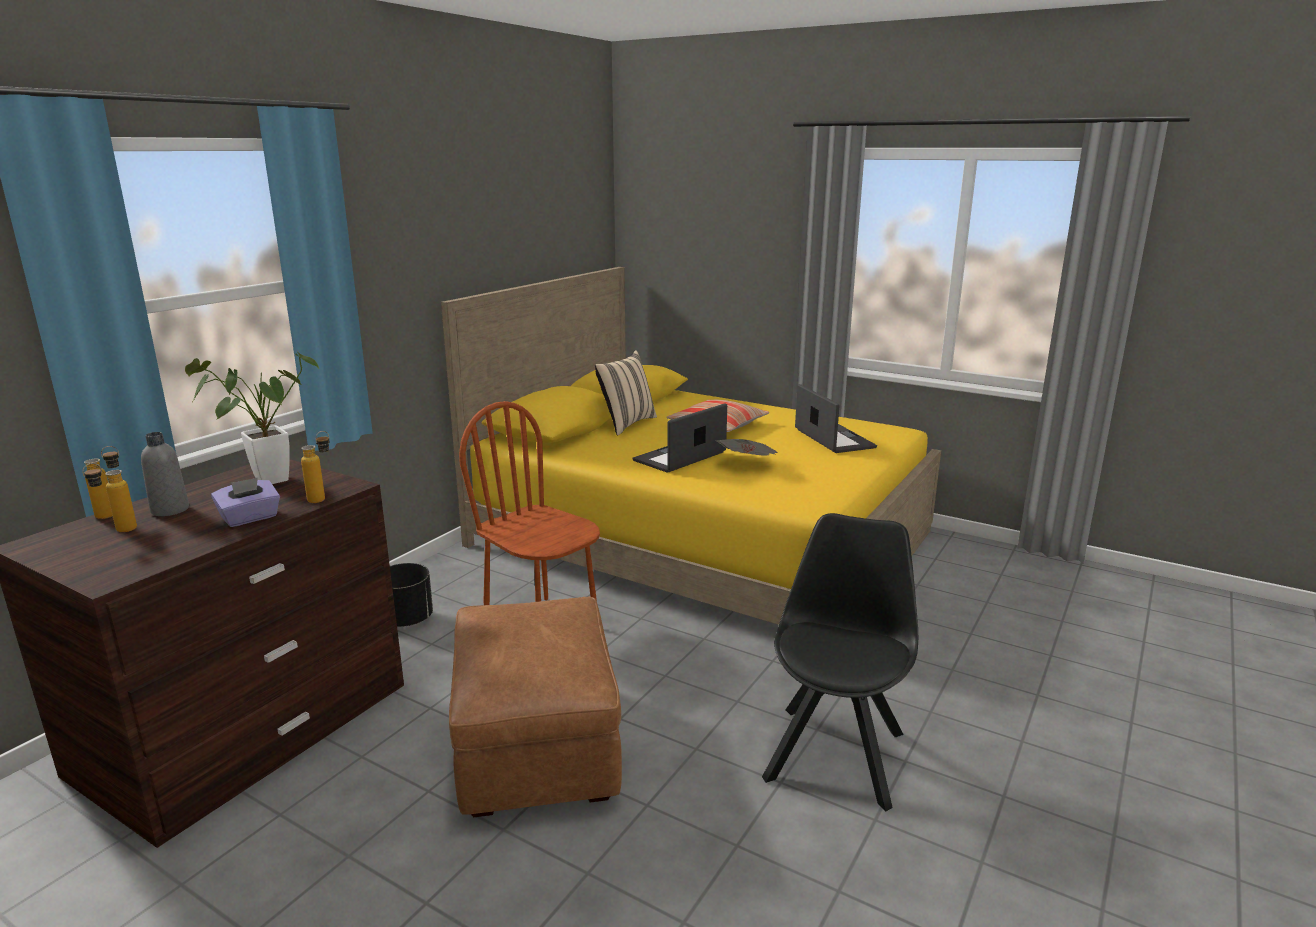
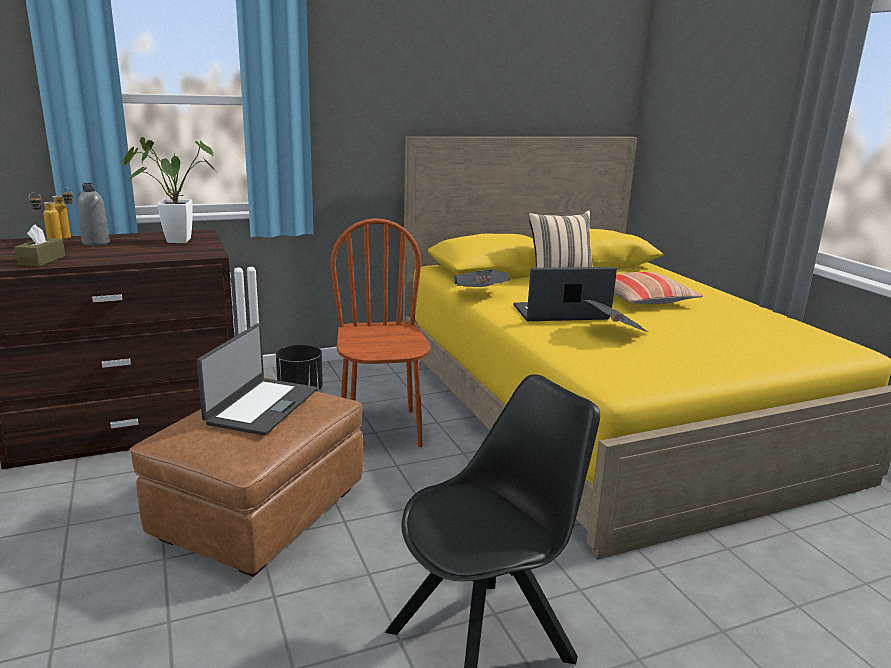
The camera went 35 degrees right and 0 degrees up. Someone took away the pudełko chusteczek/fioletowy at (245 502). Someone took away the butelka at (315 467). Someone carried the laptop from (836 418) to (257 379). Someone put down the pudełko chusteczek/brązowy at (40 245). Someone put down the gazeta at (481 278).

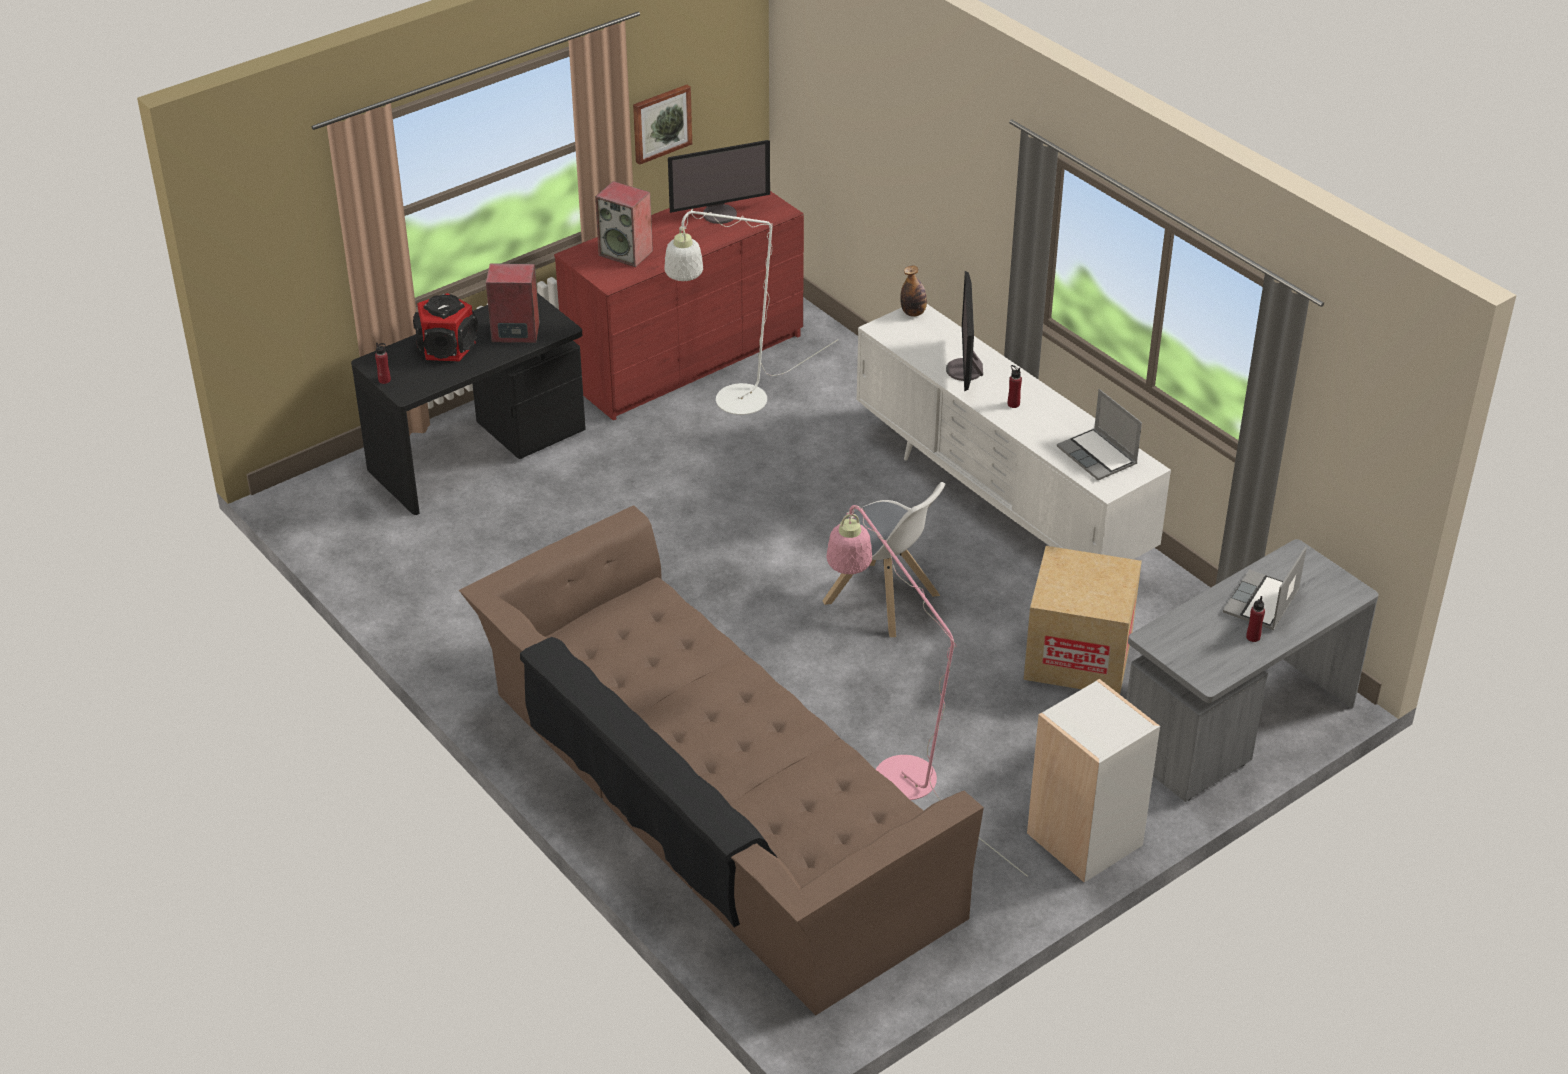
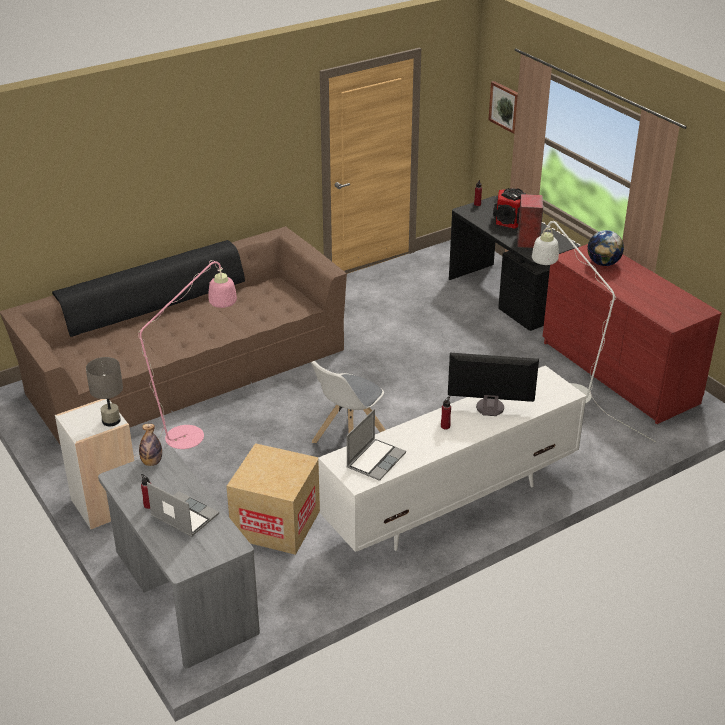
The camera went 95 degrees right and 5 degrees down. Someone swapped the głośnik at (624 224) for the globus at (605 248). Someone carried the obraz from (662 125) to (503 107). Someone took away the monitor at (719 182). Someone carried the butelka from (913 291) to (150 445). Someone rotated the laptop at (1099 434) by 150 degrees clockwise. Someone put down the lampa stołowa/szary at (104 391).

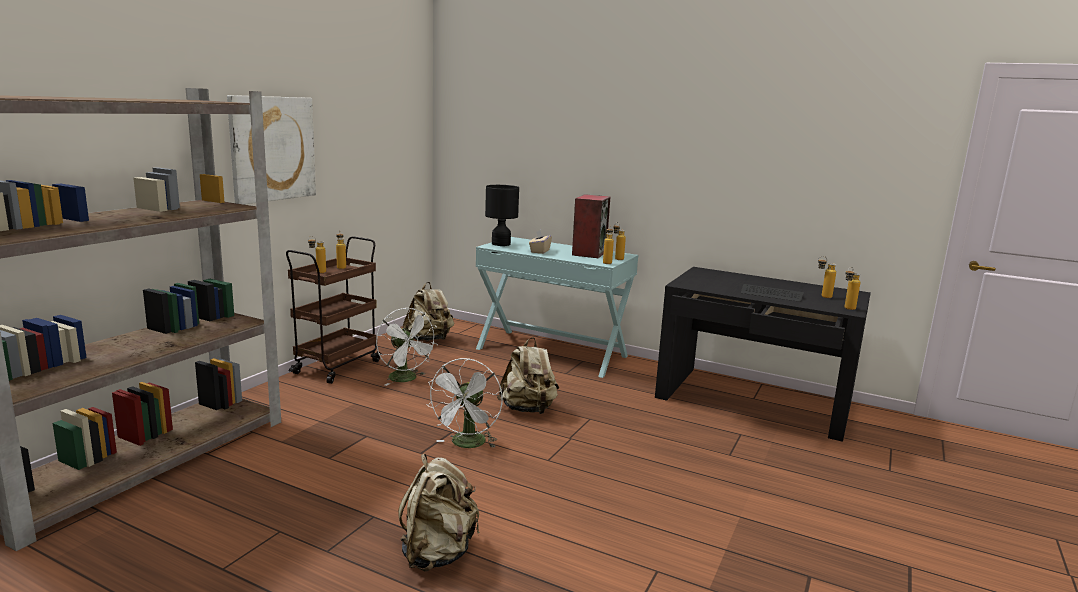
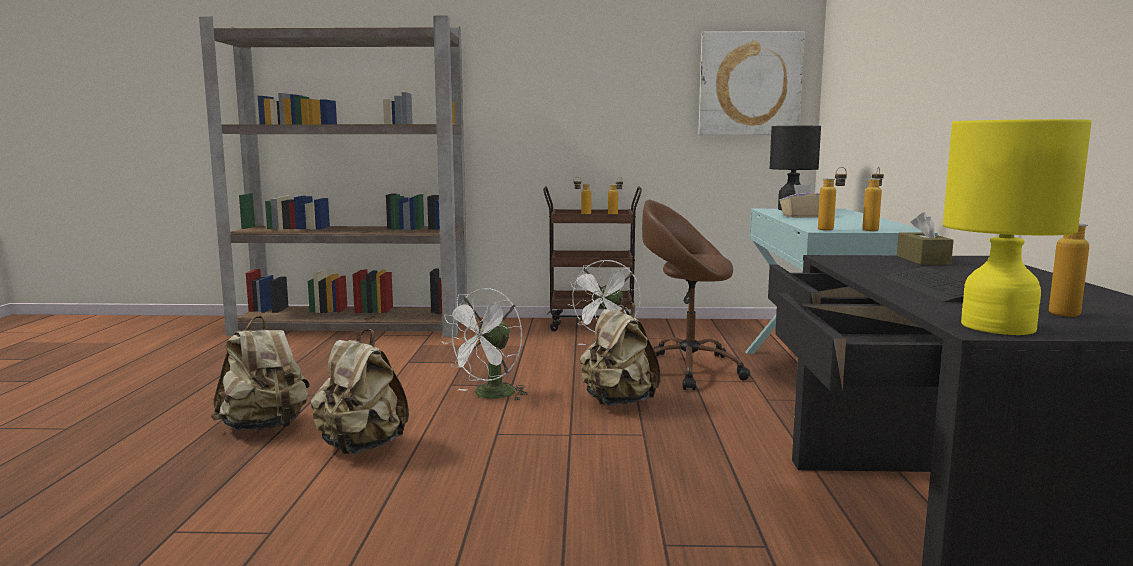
The camera went 65 degrees right and 5 degrees down. Someone carried the obraz from (271 150) to (751 83). Someone carried the plecak/beżowy from (428 311) to (360 391). Someone rotated the wentylator/biały at (464 403) by 45 degrees counterclockwise. Someone took away the głośnik at (591 226). Someone swapped the butelka at (852 288) for the lampa stołowa/żółty at (1017 227). Someone put down the krzesło biurowe/brązowy at (696 295). Someone put down the pudełko chusteczek/brązowy at (925 238).

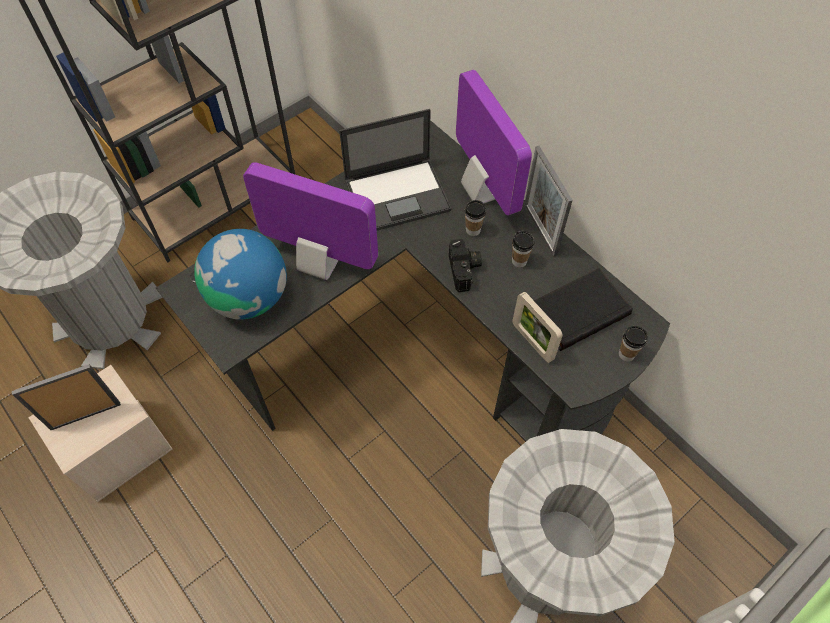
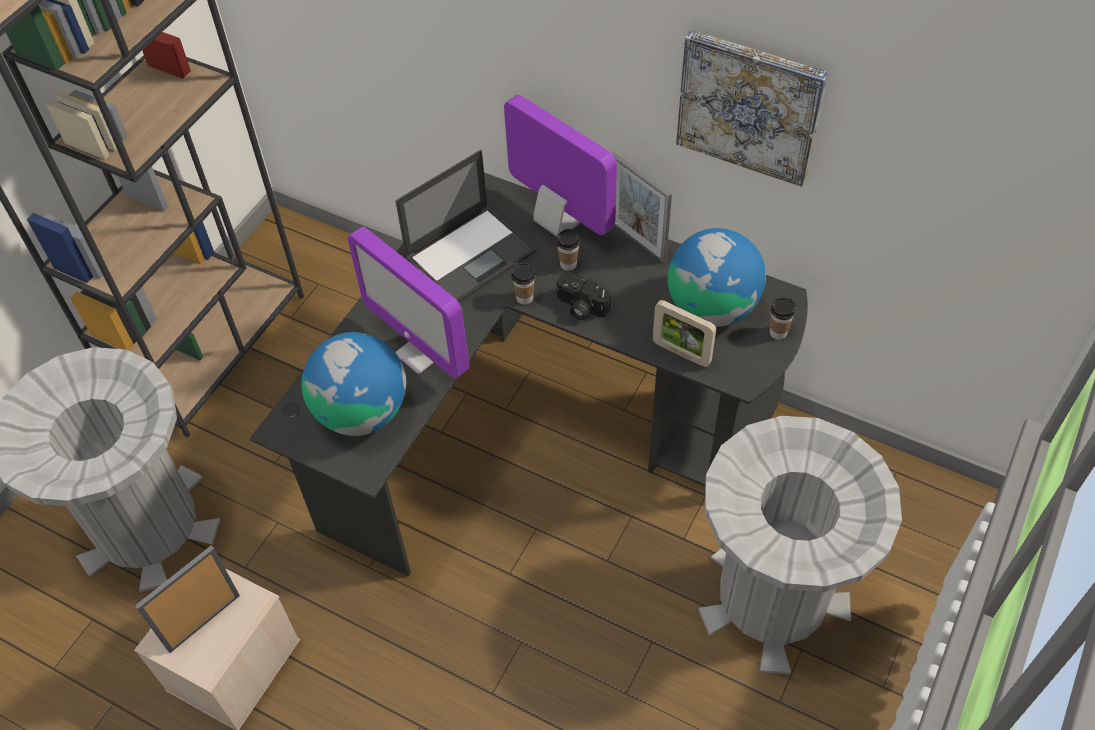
The camera went 20 degrees left and 5 degrees down. Someone rotated the monitor at (310 221) by 135 degrees counterclockwise. Someone rotated the aparat fotograficzny at (465 265) by 150 degrees clockwise. Someone carried the filiżanka from (523 249) to (523 283). Someone swapped the książka/czarny at (583 309) for the globus at (716 277). Someone put up the obraz at (752 108).

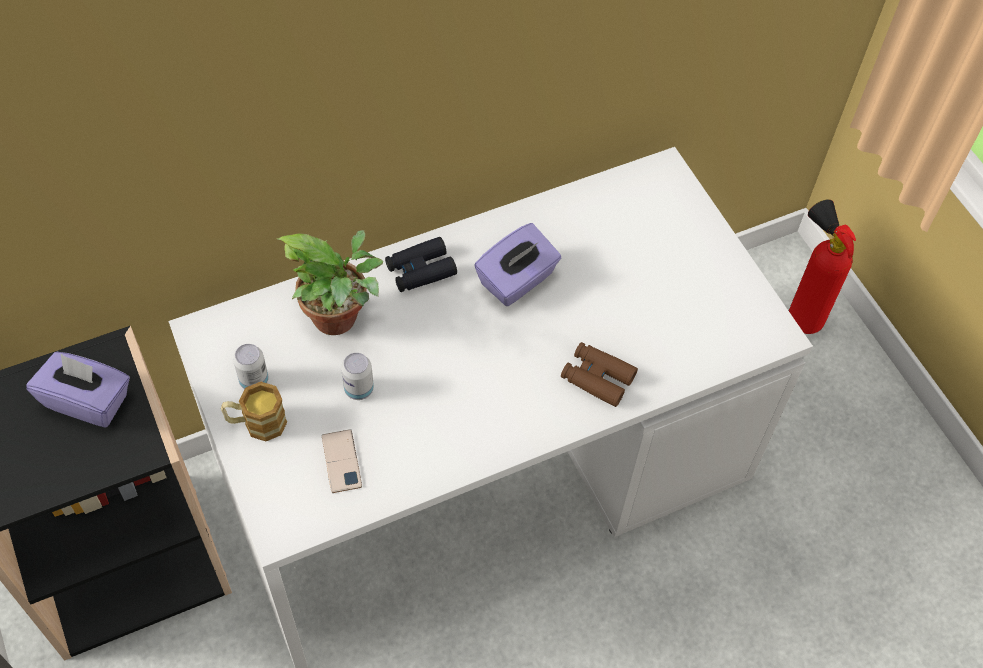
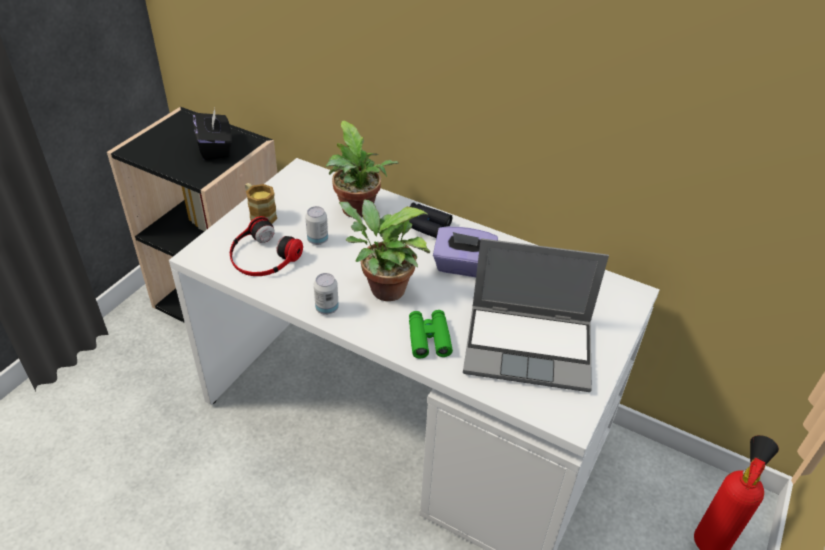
The camera went 55 degrees right and 15 degrees down. Someone repainted the pudełko chusteczek/fioletowy at (78 390), which became the pudełko chusteczek/czarny at (212 134). Someone carried the puszka from (251 366) to (326 294). Someone swapped the telefon at (342 461) for the słuchawki at (266 246). Someone repainted the lornetka/brązowy at (599 374), which became the lornetka/zielony at (431 334). Someone put down the roślina doniczkowa at (384 250). Someone put down the laptop at (536 315).

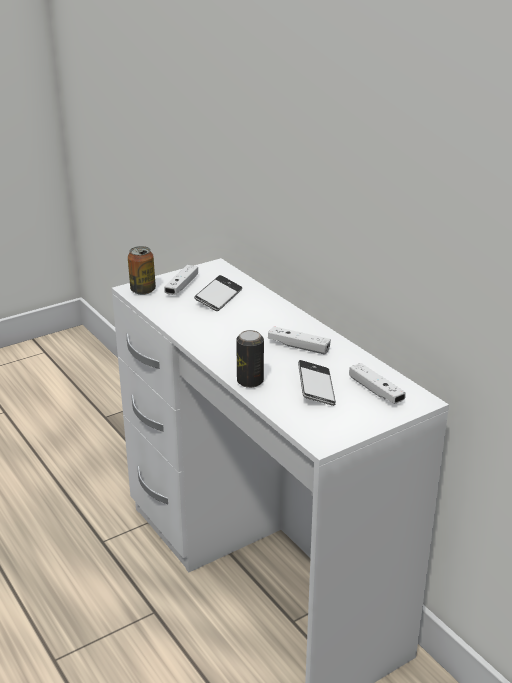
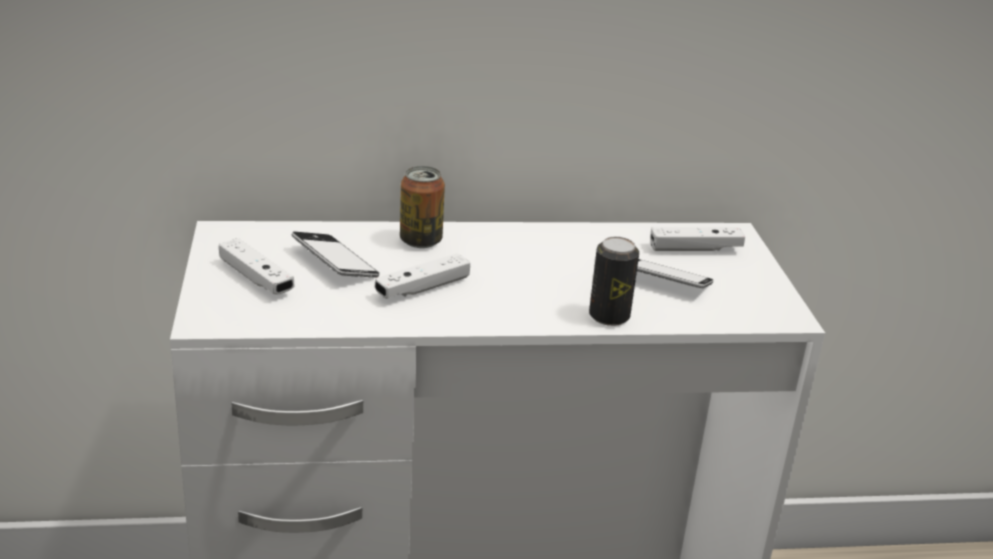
The camera went 65 degrees left and 0 degrees up. Someone carried the puszka from (142 270) to (422 207). Someone carried the pad do gier/biały from (299 340) to (422 276).

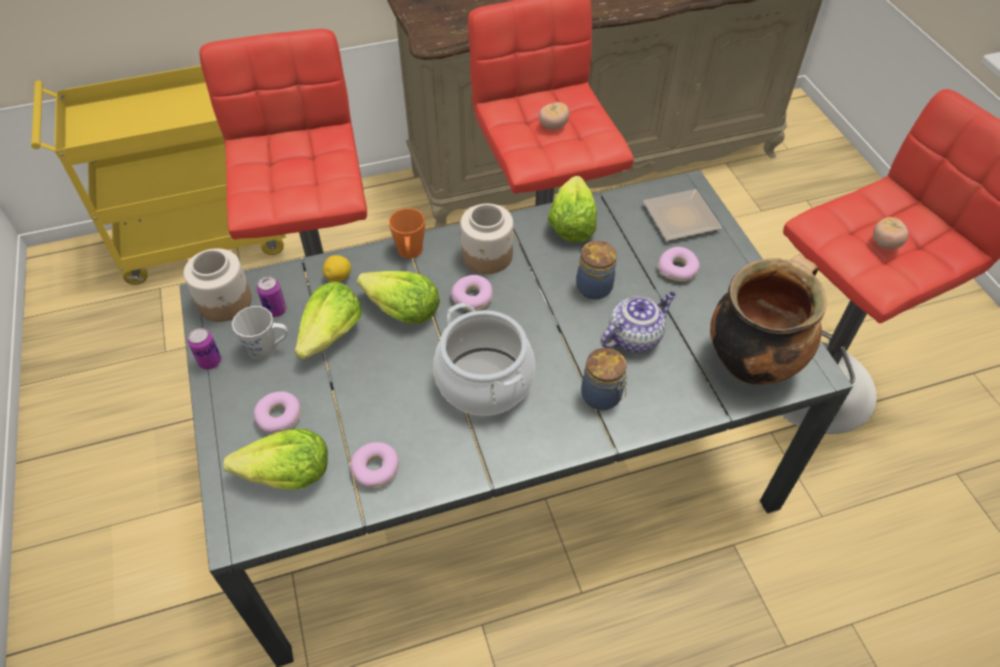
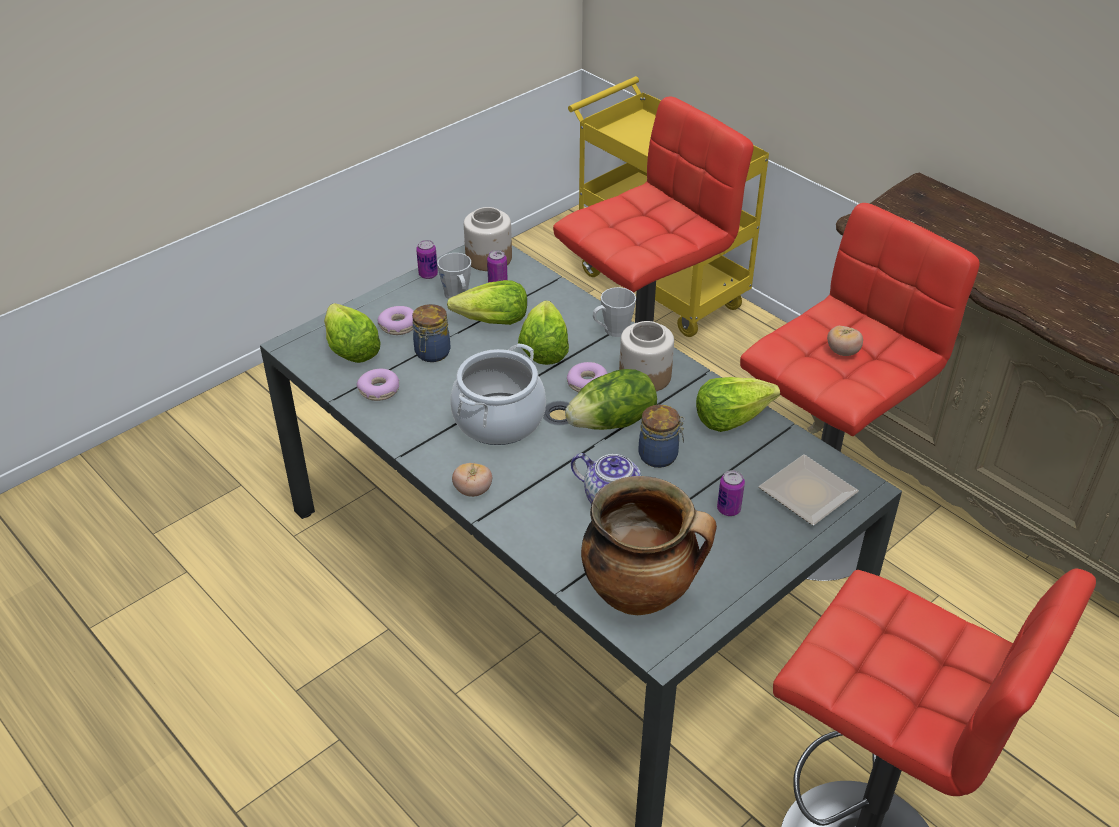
The camera went 65 degrees right and 10 degrees down. Someone took away the cytryna at (337 268). Someone repainted the kubek/pomarańczowy at (407 233), which became the kubek/szary at (614 312). Someone carried the słoik from (604 379) to (431 333). Someone swapped the donut at (679 264) for the puszka at (731 493). Someone carried the pomidor from (891 233) to (472 480). Someone put down the sałata at (611 399).

